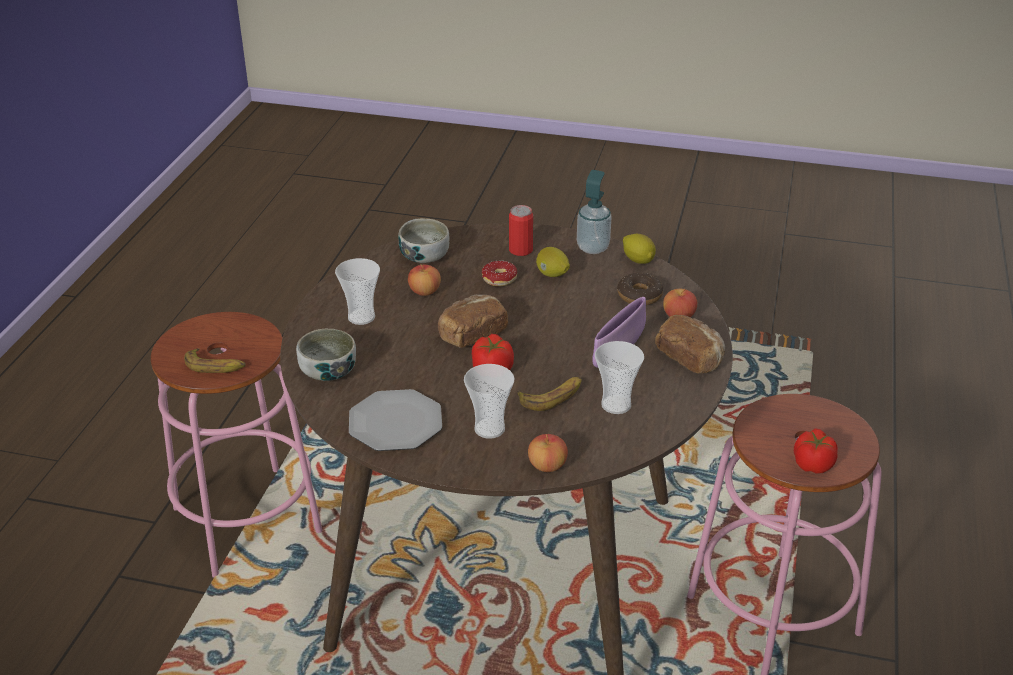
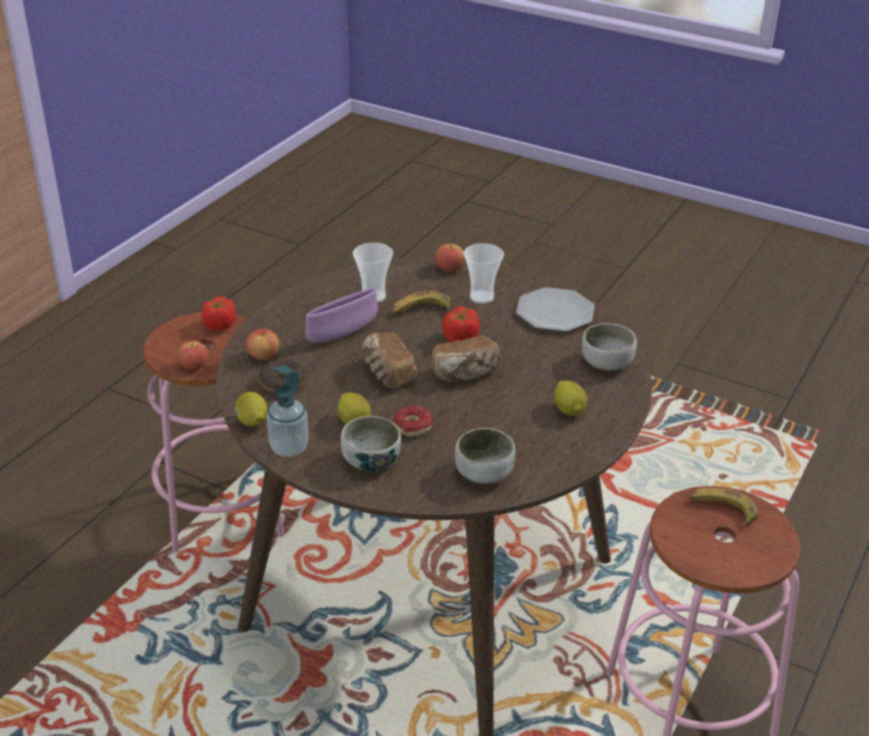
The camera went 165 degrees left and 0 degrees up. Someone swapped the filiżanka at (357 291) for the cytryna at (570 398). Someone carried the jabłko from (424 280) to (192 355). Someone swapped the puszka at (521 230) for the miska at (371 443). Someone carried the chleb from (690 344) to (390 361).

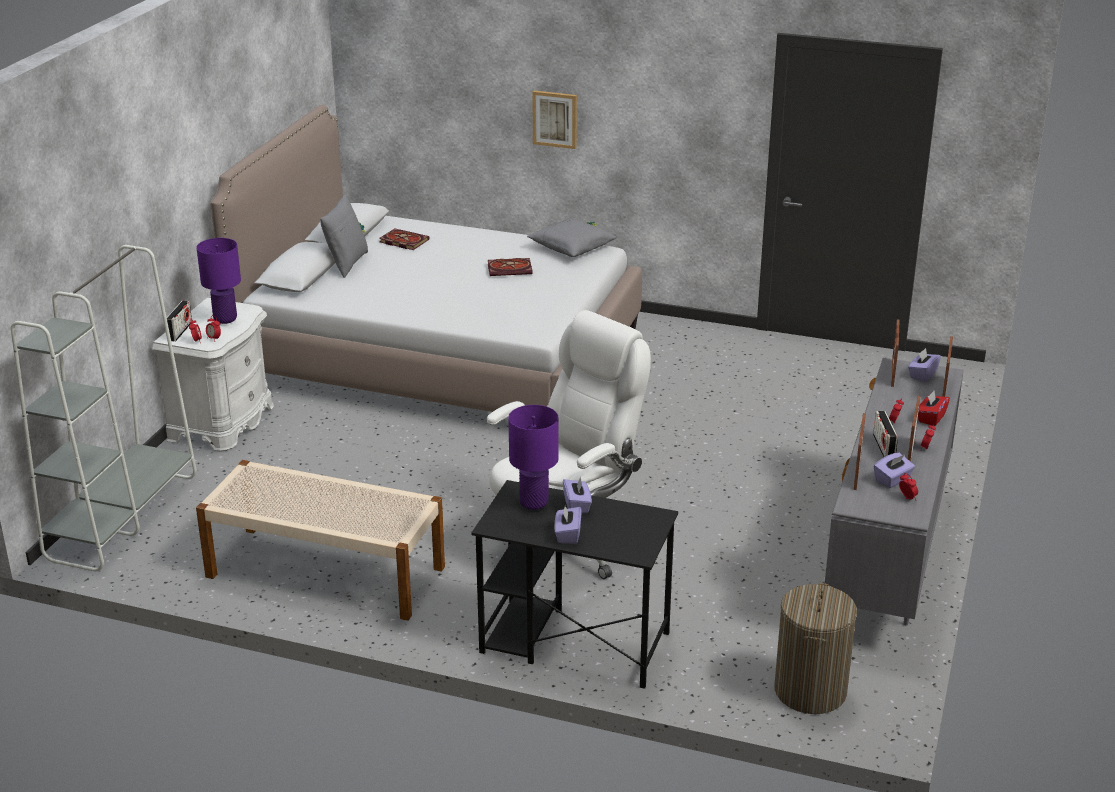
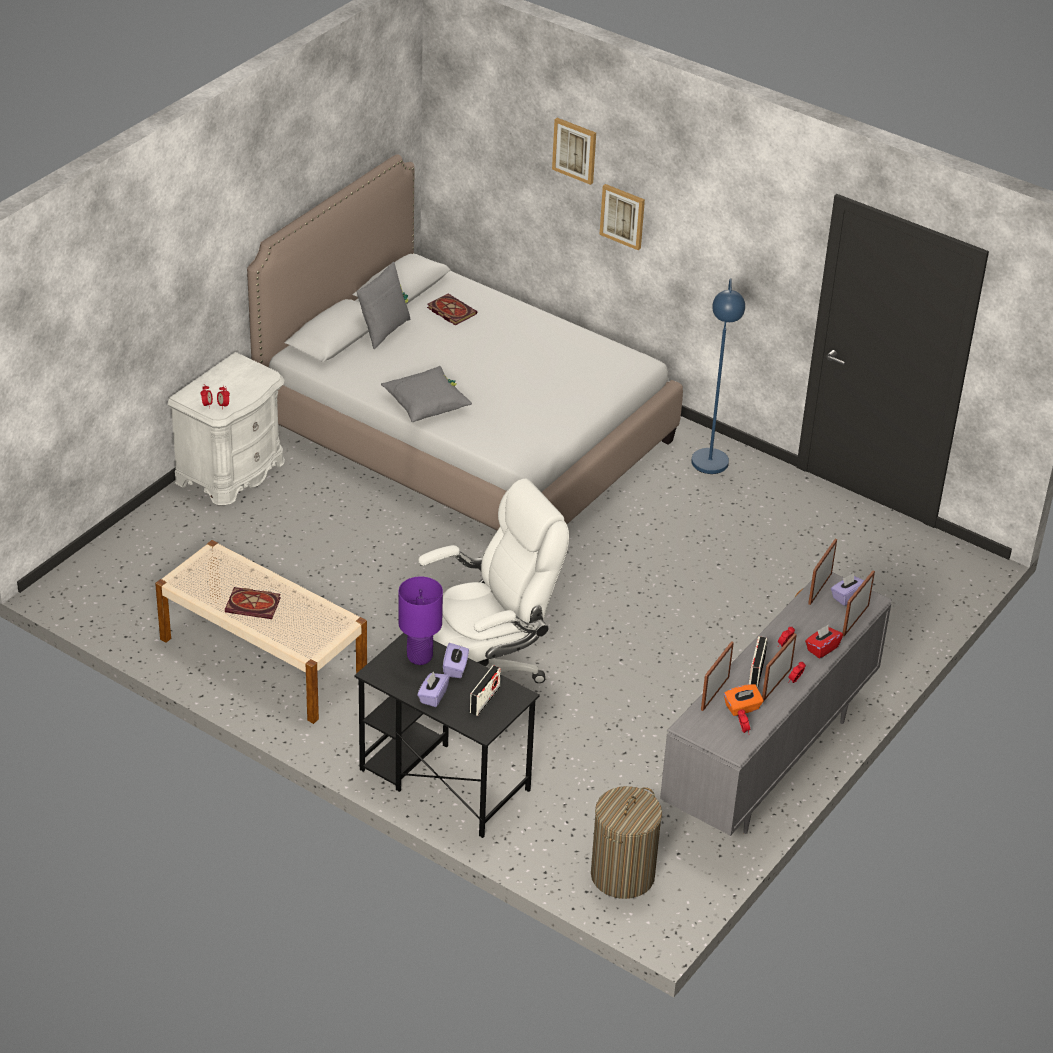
The camera went 15 degrees right and 10 degrees up. Someone took away the wieszak/szary at (104 408). Someone carried the radio from (179 320) to (485 690). Someone took away the lampa stołowa/fioletowy at (218 281). Someone carried the książka from (510 267) to (253 603). Someone carried the poduszka/szary from (572 237) to (426 394). Someone repainted the pudełko chusteczek/fioletowy at (894 470), which became the pudełko chusteczek/pomarańczowy at (743 700). Someone put up the obraz at (574 151). Someone put down the lampa stojąca/niebieski at (718 376).

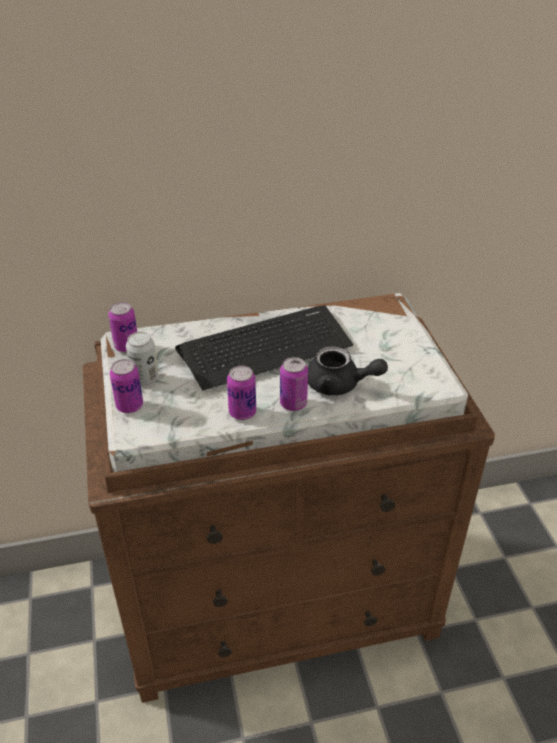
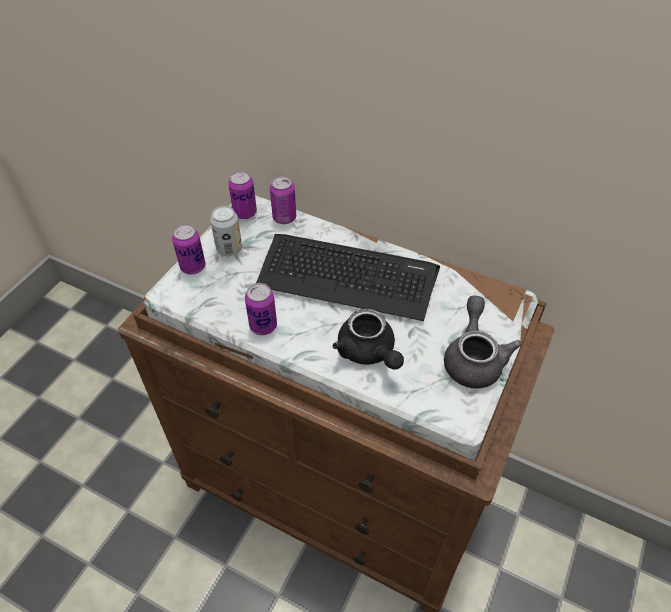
The camera went 40 degrees right and 10 degrees up. Someone carried the puszka from (294 384) to (283 200). Someone put down the imbryk/szary at (483 342).

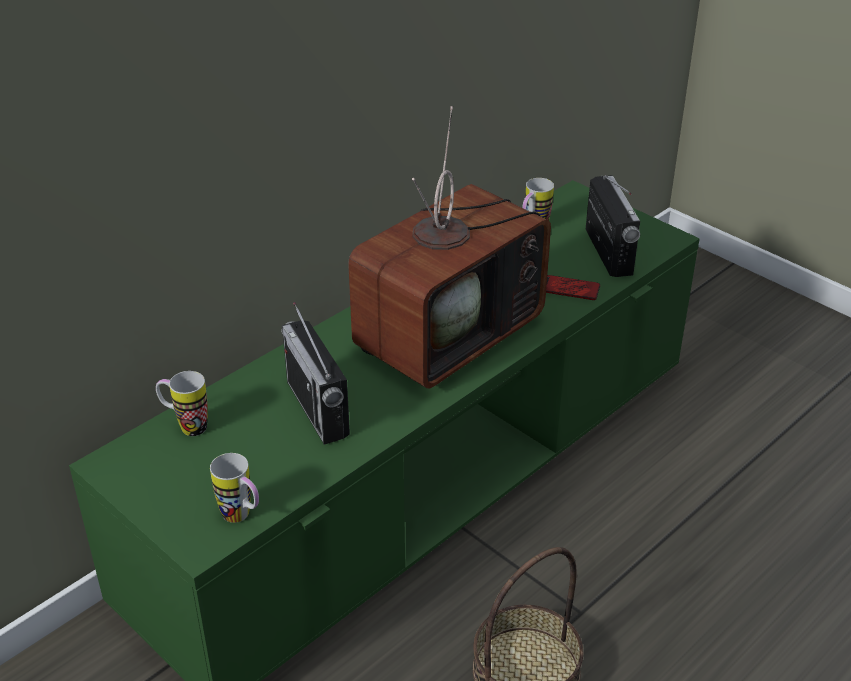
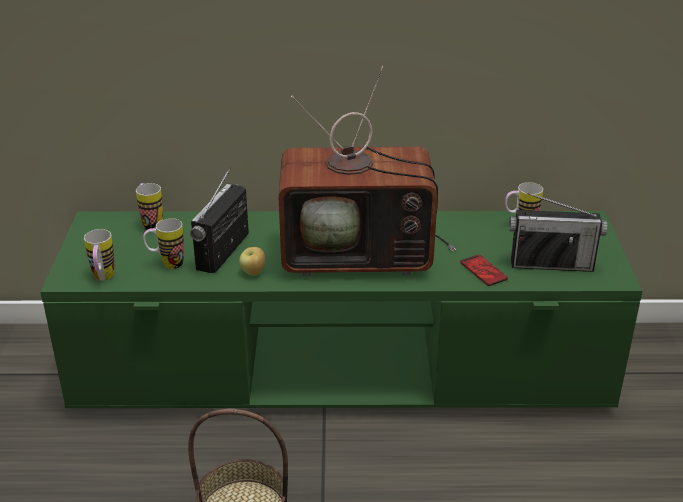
The camera went 45 degrees right and 5 degrees down. Someone rotated the radio at (613 226) by 60 degrees clockwise. Someone put down the kubek at (163 243). Someone put down the jabłko at (252 261).

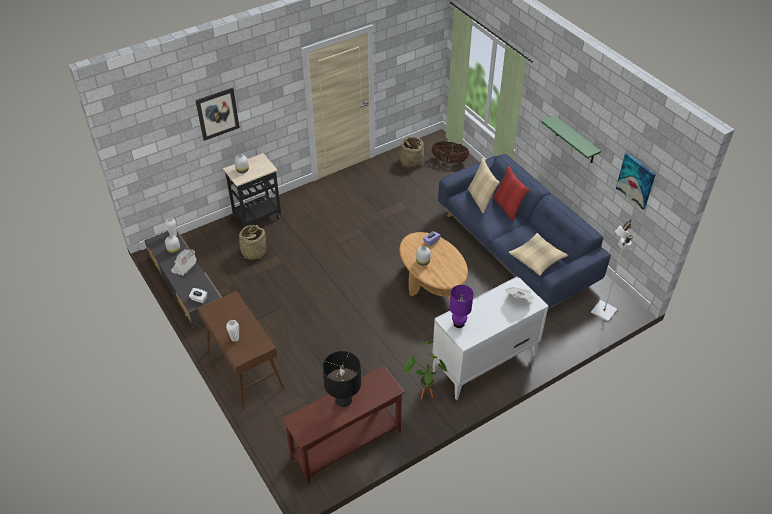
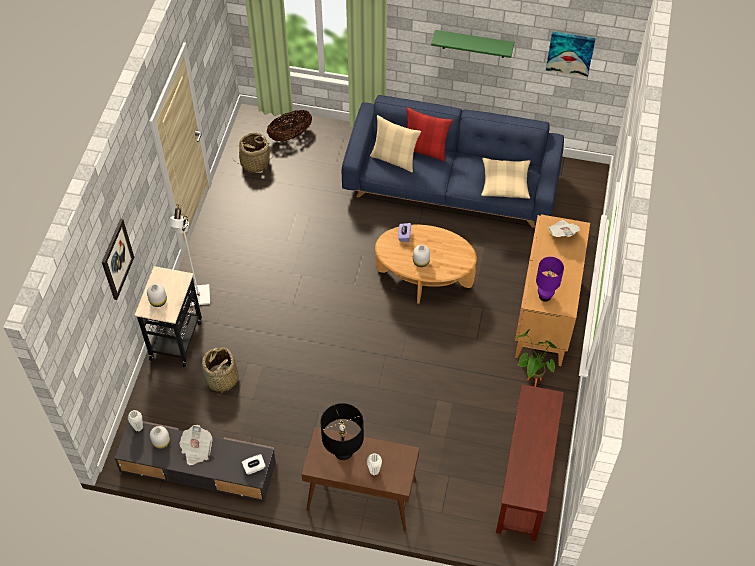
The camera went 45 degrees left and 10 degrees up. Someone carried the lampa stołowa/czarny from (341 379) to (342 431). Someone repainted the szafka/biały at (490 338), which became the szafka/brązowy at (552 290). Someone carried the lampa stojąca/biały from (612 270) to (190 255).

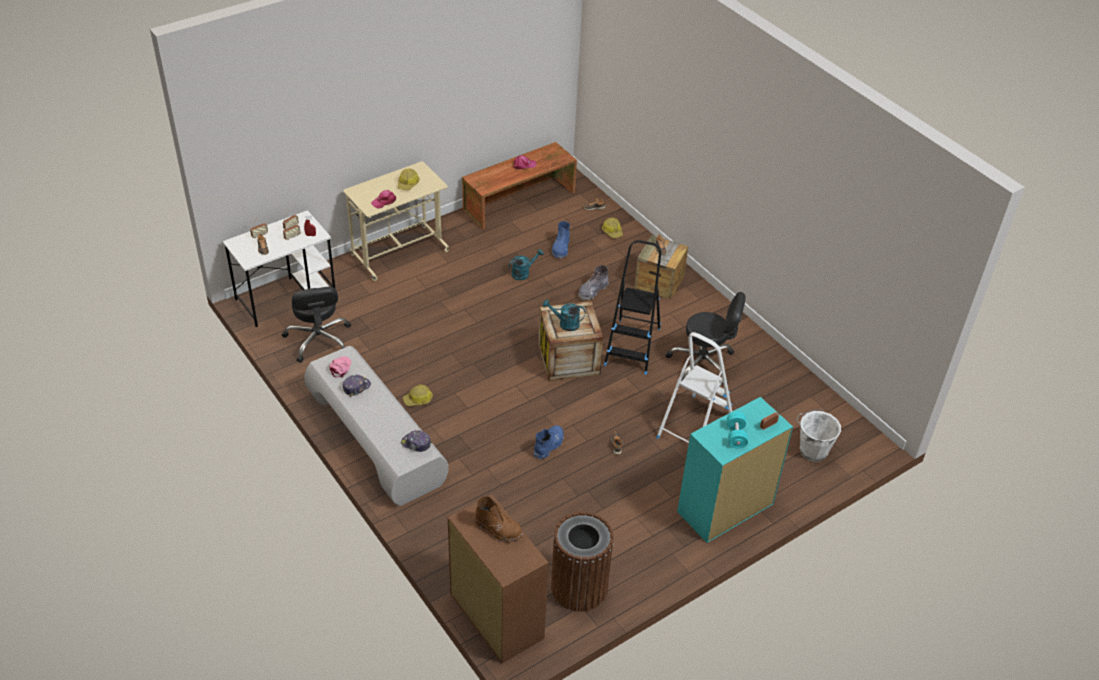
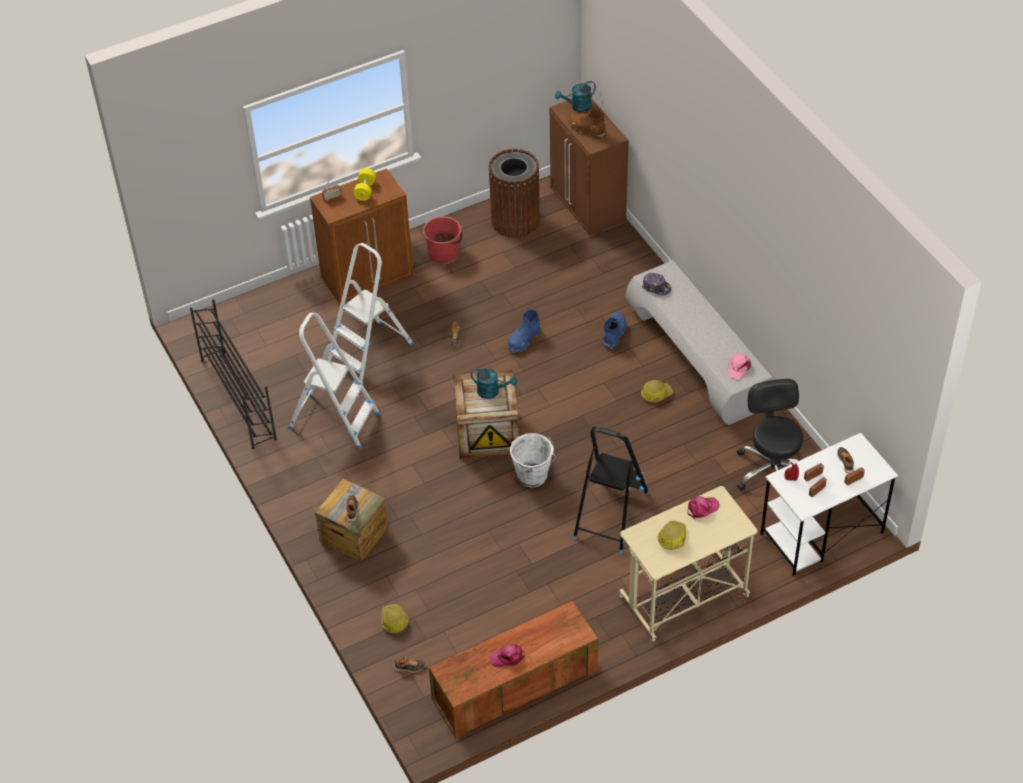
The camera went 170 degrees left and 5 degrees up. Someone took away the czapka z daszkiem at (357 386). Someone carried the konewka/turkusowy from (526 264) to (575 96). Someone carried the but z cholewką/niebieski from (561 240) to (614 330). Someone took away the but z cholewką/szary at (593 282). Someone carried the drabinka/czarny from (632 307) to (611 490). Someone swapped the krzesło biurowe/czarny at (705 338) for the drabinka/biały at (334 381). Someone repainted the szafka/turkusowy at (735 470), which became the szafka/brązowy at (361 236). Someone repainted the hantel/turkusowy at (737 430), which became the hantel/żółty at (364 184). Someone carried the wiadro/biały from (818 435) to (533 460). Someone put down the regał na buty/czarny at (233 374). Someone put down the wiadro/czerwony at (443 239).

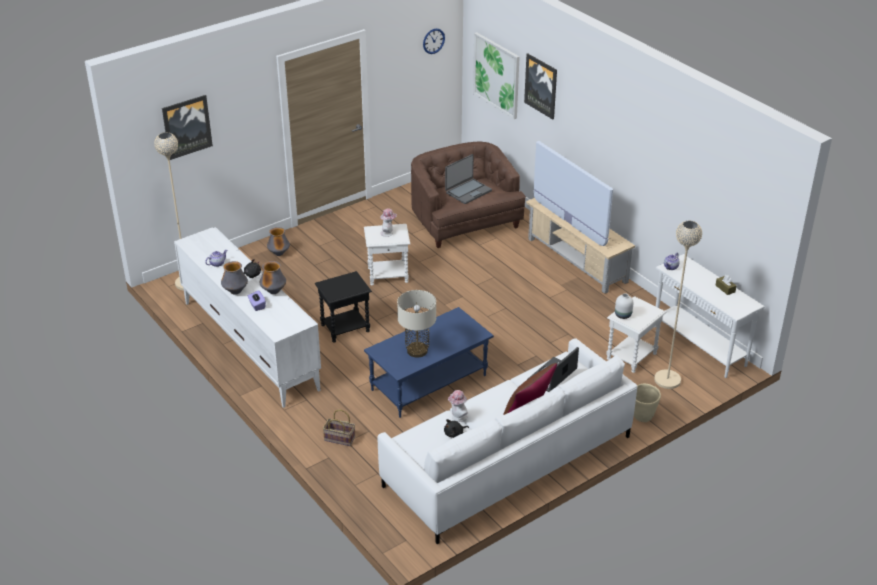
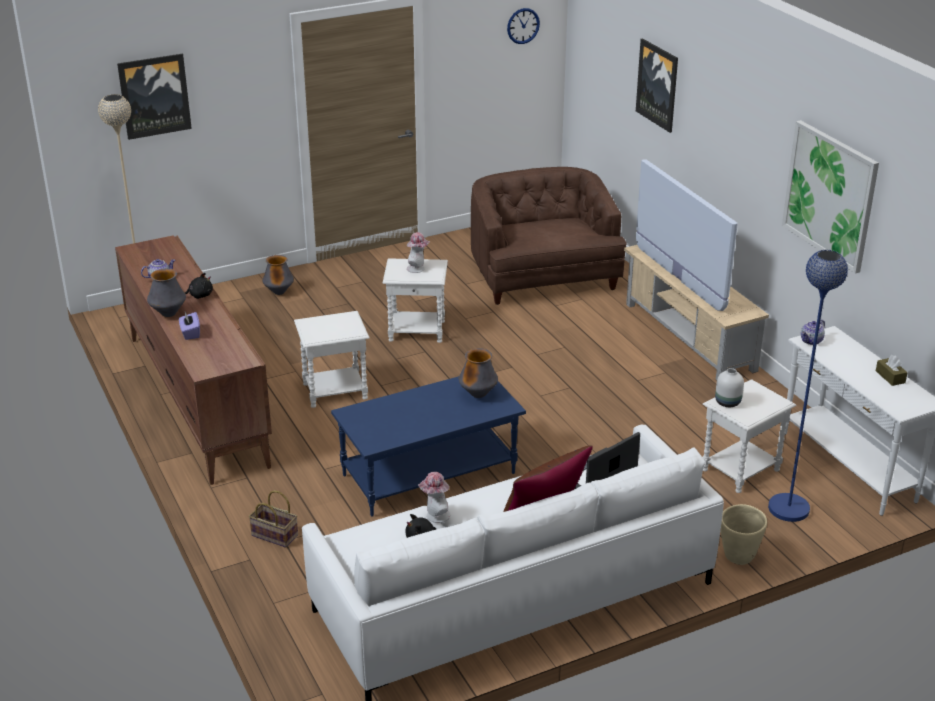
The camera went 10 degrees right and 5 degrees down. Someone repainted the szafka/biały at (247 317), which became the szafka/brązowy at (193 360). Someone carried the wazon from (272 277) to (478 373). Someone repainted the stolik/czarny at (343 306), which became the stolik/biały at (332 359). Someone took away the lampa stołowa at (416 324). Someone took away the laptop at (468 179). Someone carried the obraz from (496 75) to (830 197). Someone repainted the lampa stojąca/beżowy at (678 304), which became the lampa stojąca/niebieski at (808 386).

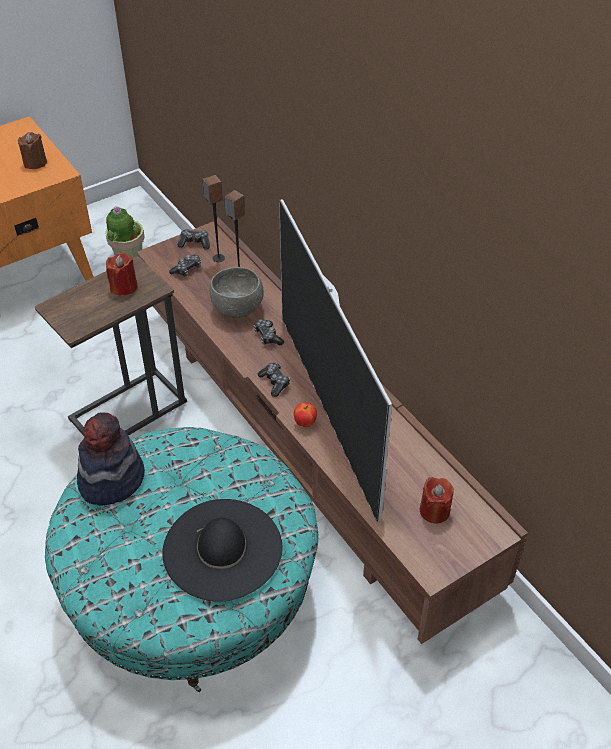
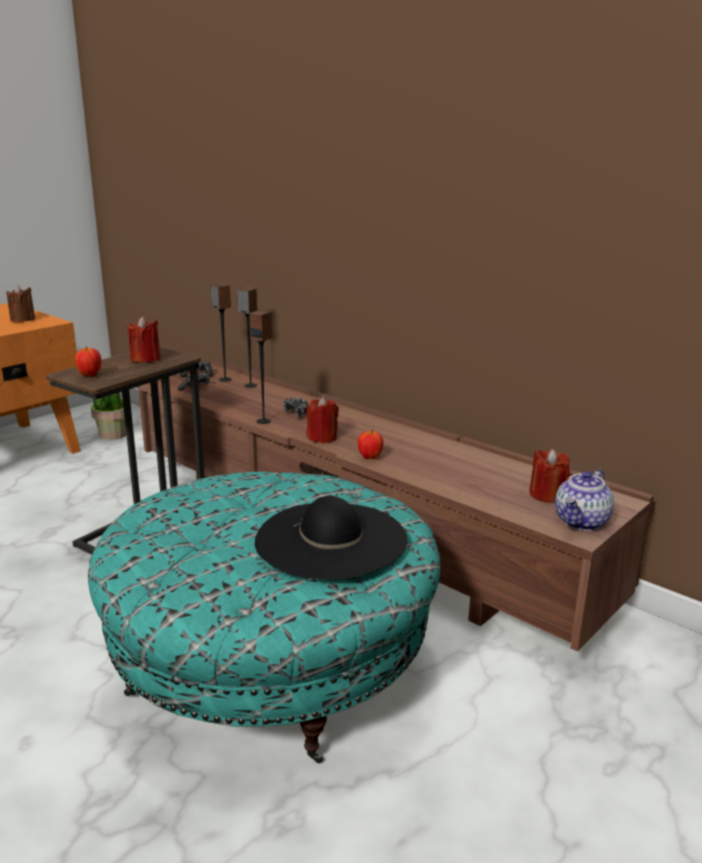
The camera went 15 degrees left and 25 degrees down. Someone took away the kapelusz at (111 459). Someone took away the miska/szary at (237 292). Someone swapped the pad do gier at (274 380) for the świeca/czerwony at (322 420). Someone took away the telewizor at (335 360). Someone put down the jabłko at (88 361). Someone put down the głośnik at (260 367). Someone put down the imbryk at (584 500).

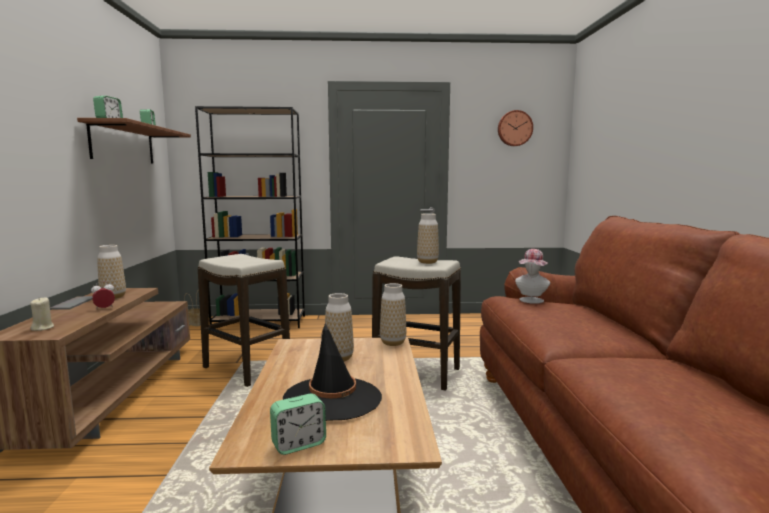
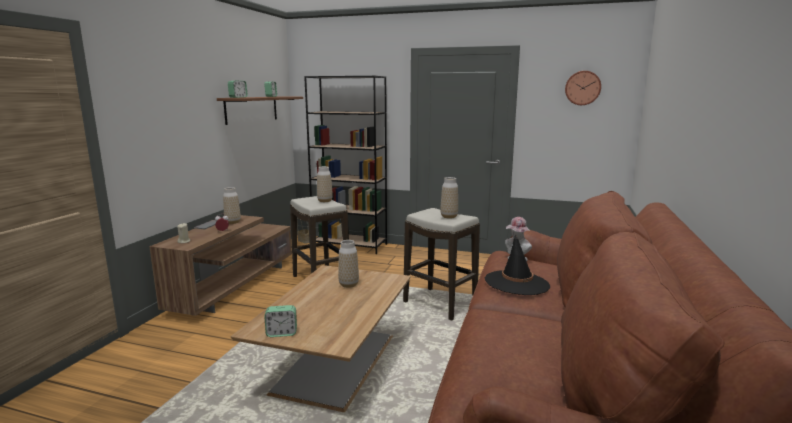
The camera went 20 degrees right and 5 degrees up. Someone carried the kapelusz/czarny from (332 372) to (517 264). Someone carried the wazon from (393 314) to (325 184).

